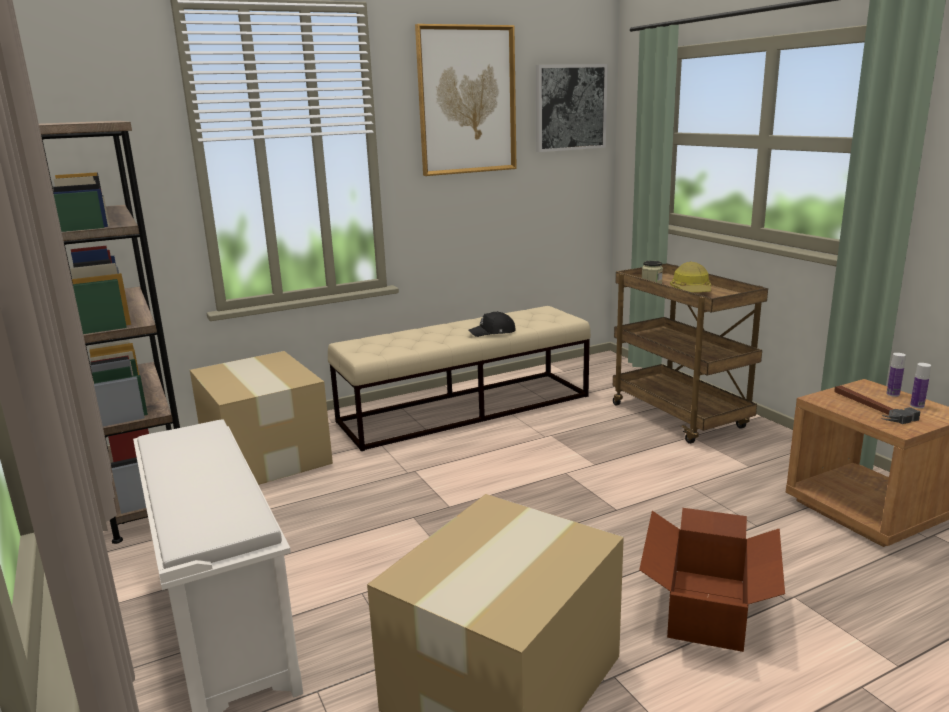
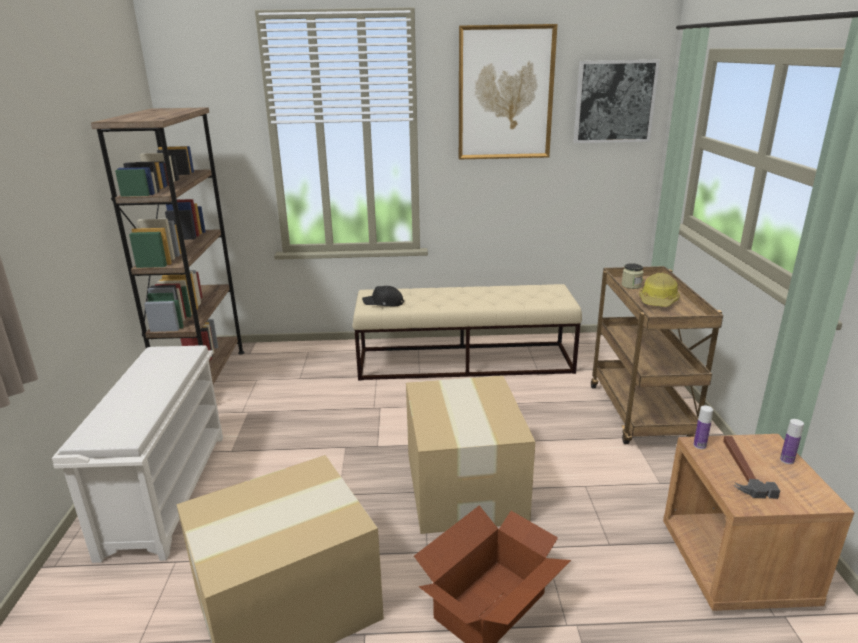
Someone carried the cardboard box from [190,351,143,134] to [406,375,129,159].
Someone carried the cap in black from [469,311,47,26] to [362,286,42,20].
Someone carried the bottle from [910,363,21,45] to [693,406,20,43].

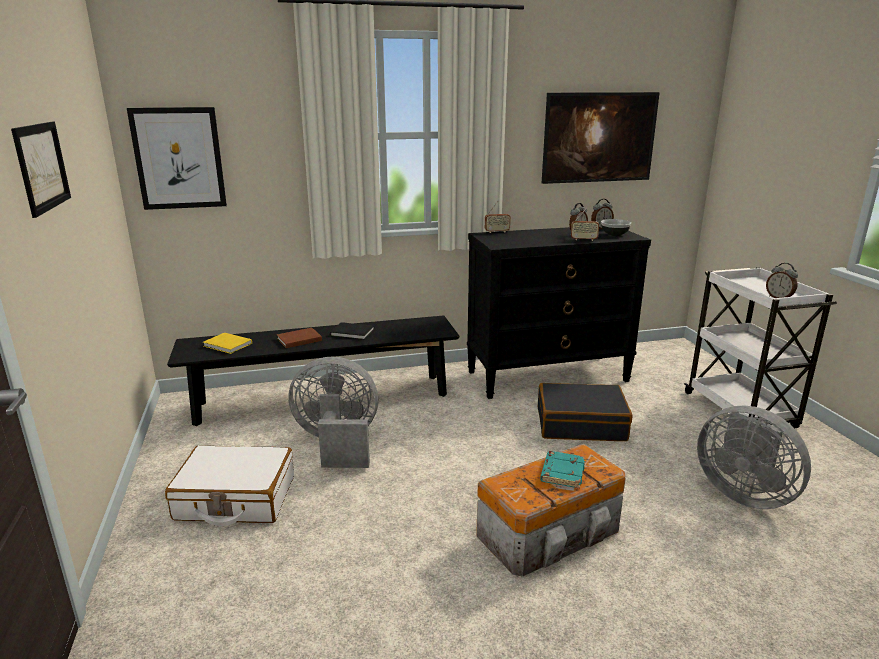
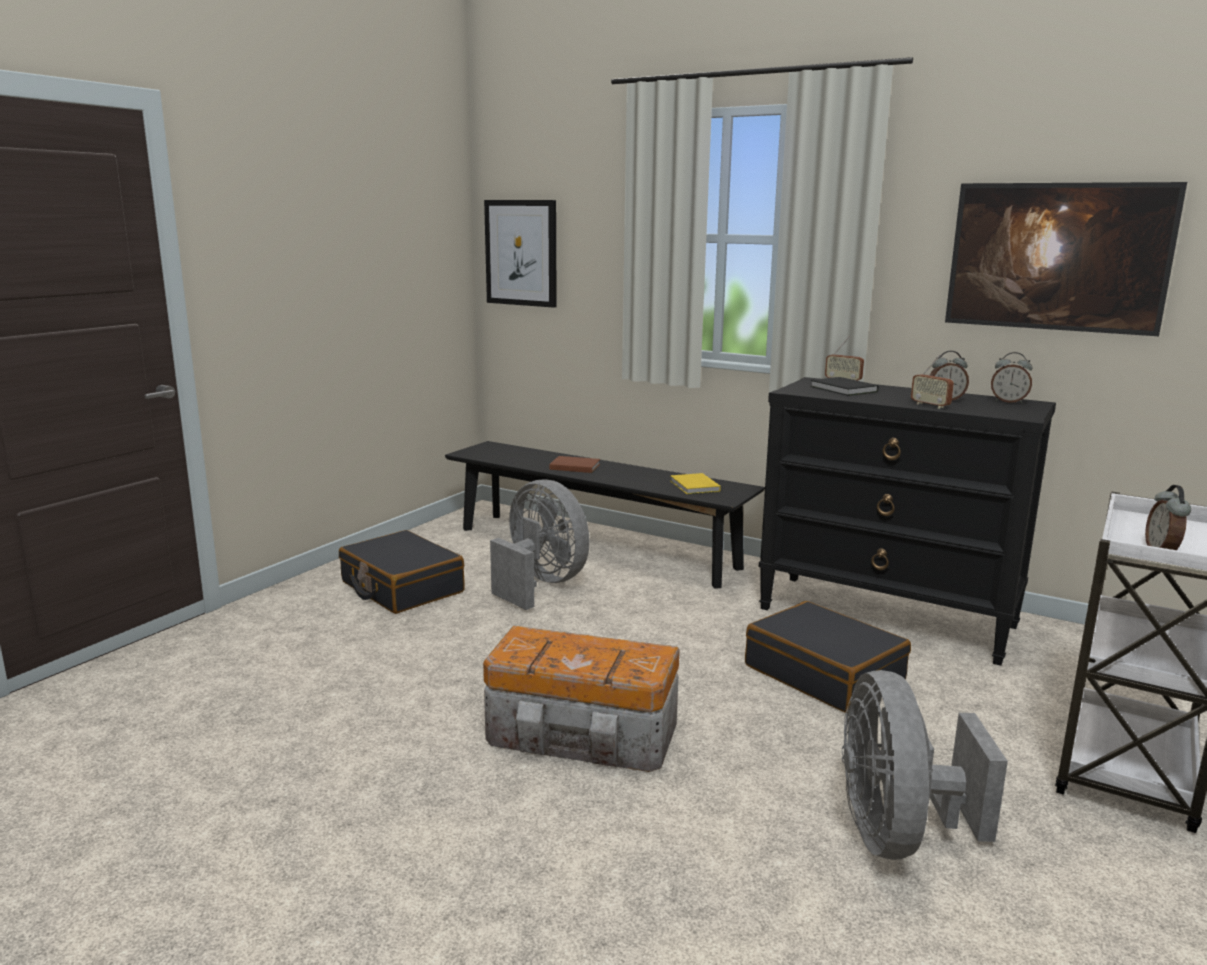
Someone took away the picture at [11,122,60,96].
Someone repainted the suitcase in white at [165,445,129,81], which became the suitcase in black at [339,530,126,84].
Someone carried the book in yellow from [203,333,49,21] to [670,473,51,21].
Someone carried the book in black from [331,322,43,18] to [810,377,69,19].
Someone took away the book in turquoise at [540,451,45,38].
Someone took away the bowl at [601,219,30,17].

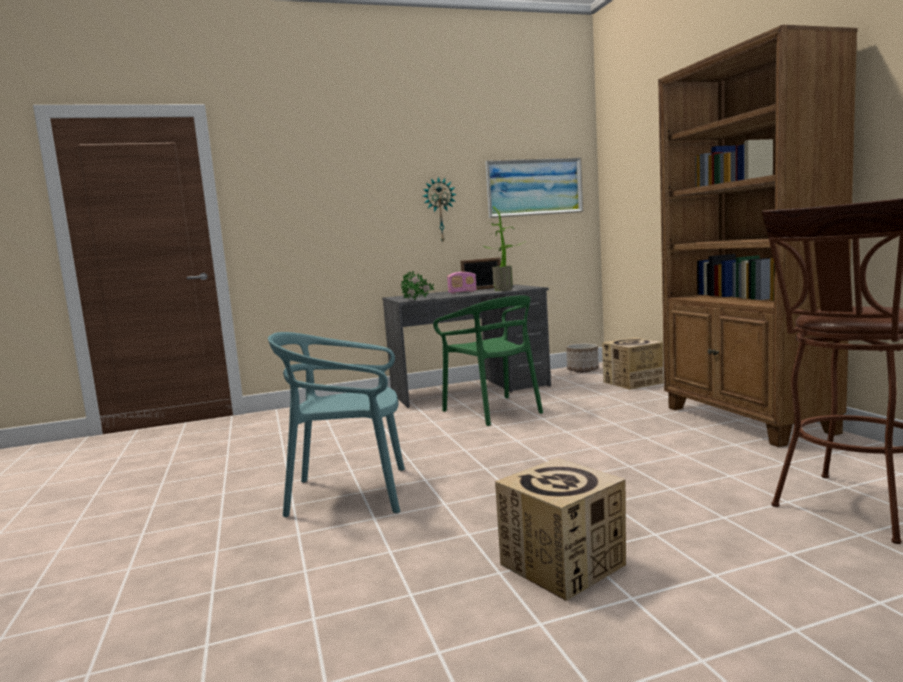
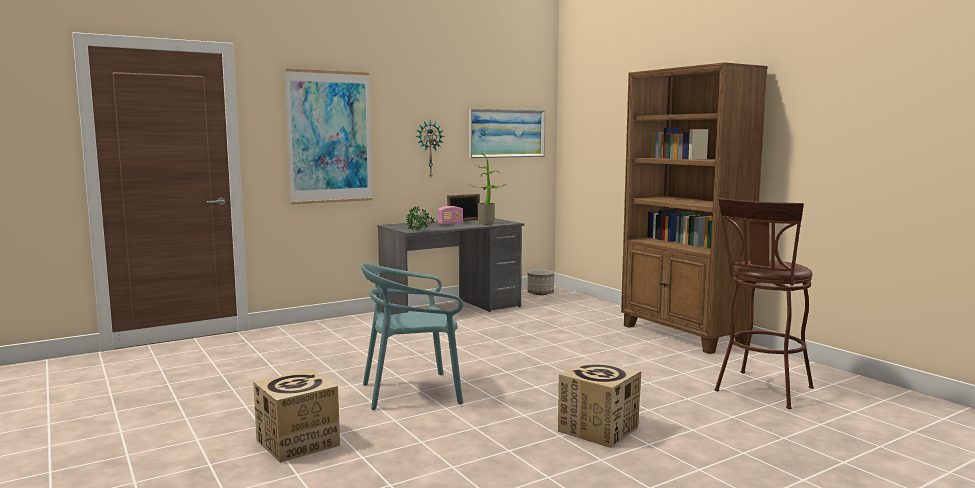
Someone took away the chair in green at [433,295,110,131].
Someone carried the cardboard box from [602,338,62,52] to [253,369,87,94].
Someone put up the picture at [284,68,88,137].

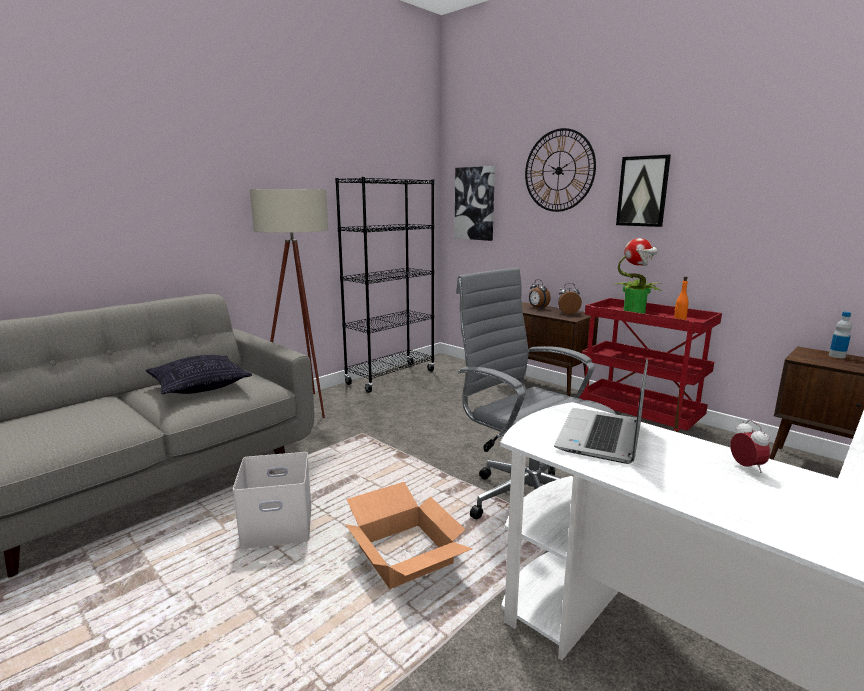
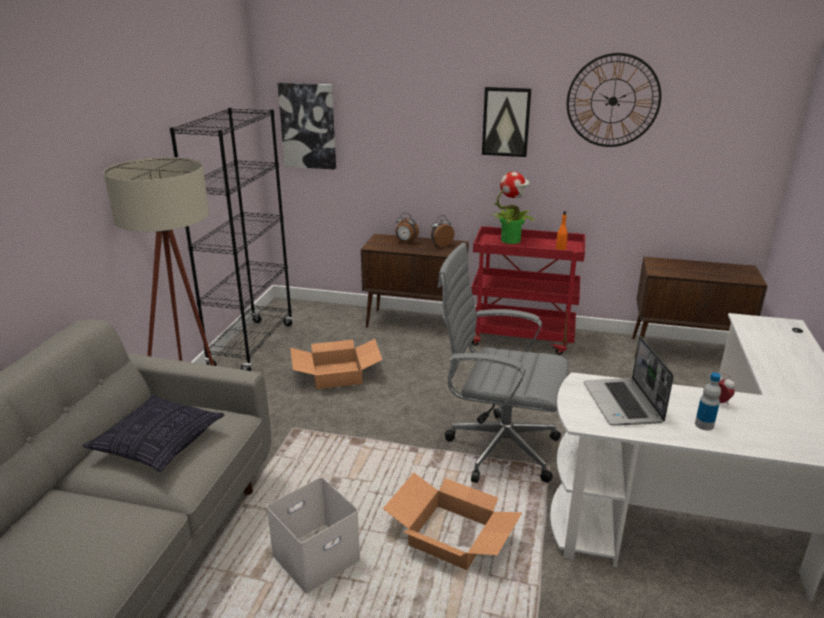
Someone carried the wall clock from [525,128,71,84] to [567,53,94,94].
Someone carried the bottle from [829,312,23,46] to [695,372,26,58].
Someone put down the cardboard box at [290,339,92,50].

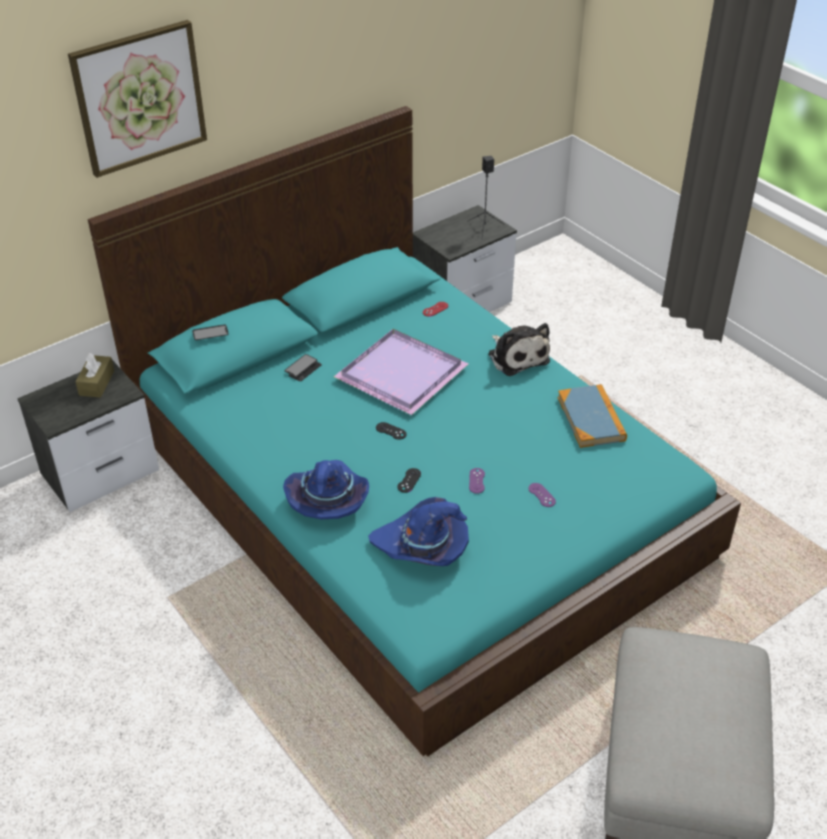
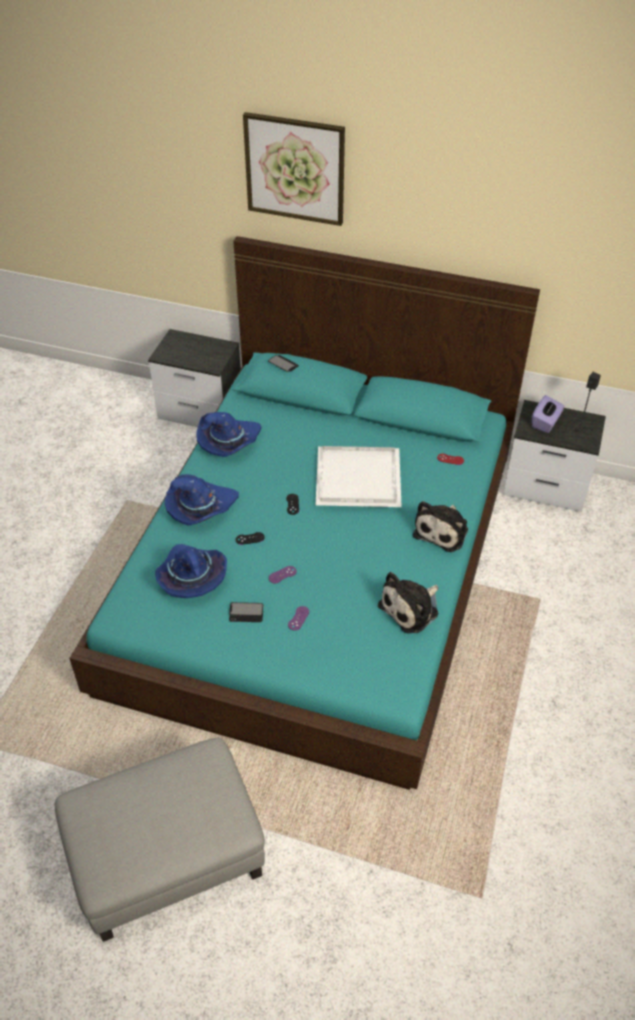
Someone took away the tissue box in brown at [75,353,39,45].
Someone carried the phone from [284,354,38,27] to [229,602,34,20].
Someone repainted the tray in purple at [334,329,134,86], which became the tray in white at [316,446,86,61].
Someone swapped the book at [558,384,69,64] for the plush toy at [378,572,60,61].
Someone put down the hat in blue at [196,412,65,45].
Someone put down the tissue box in purple at [532,395,32,38].

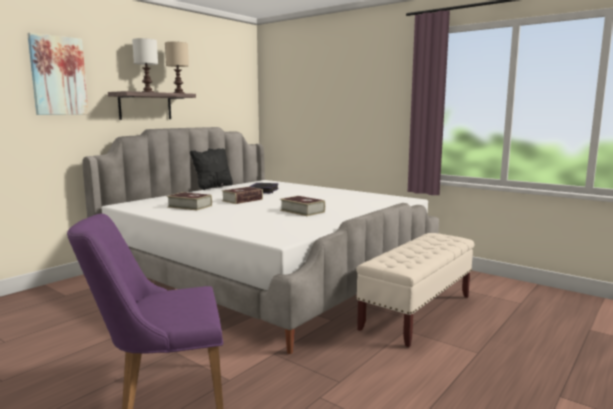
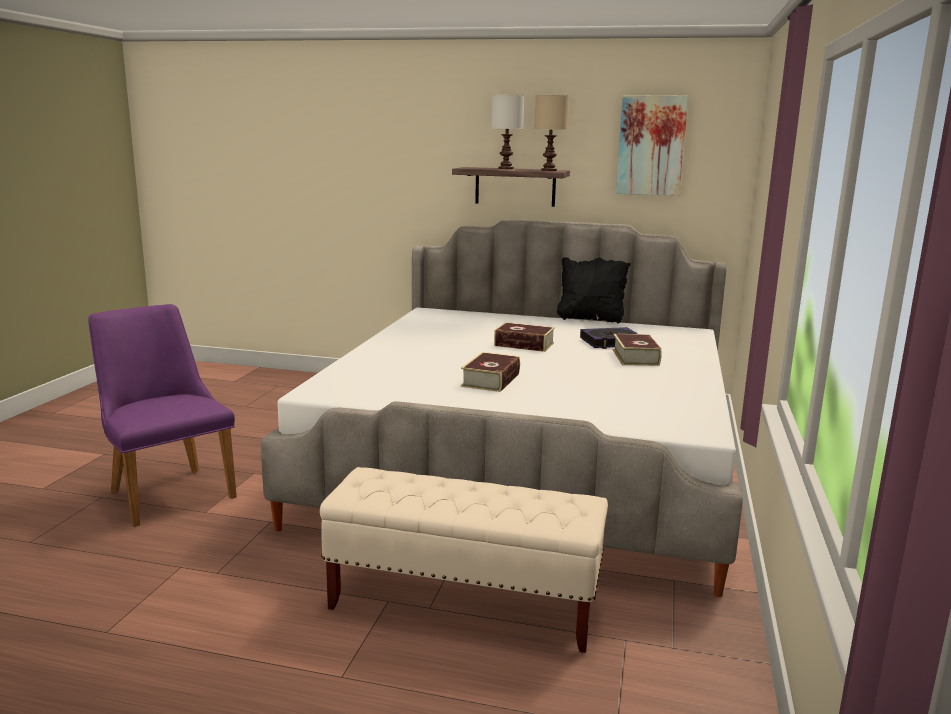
Someone carried the picture from [27,33,62,82] to [616,95,72,101].
Someone carried the book from [167,192,45,18] to [612,334,50,32].

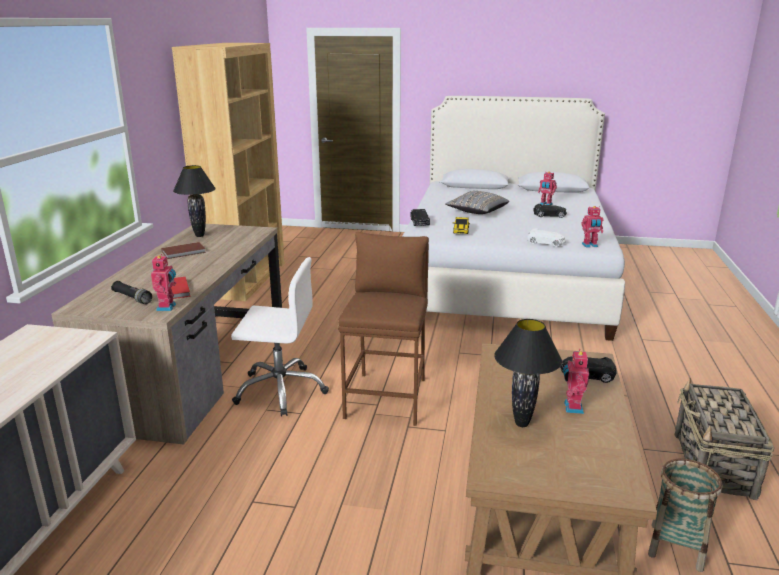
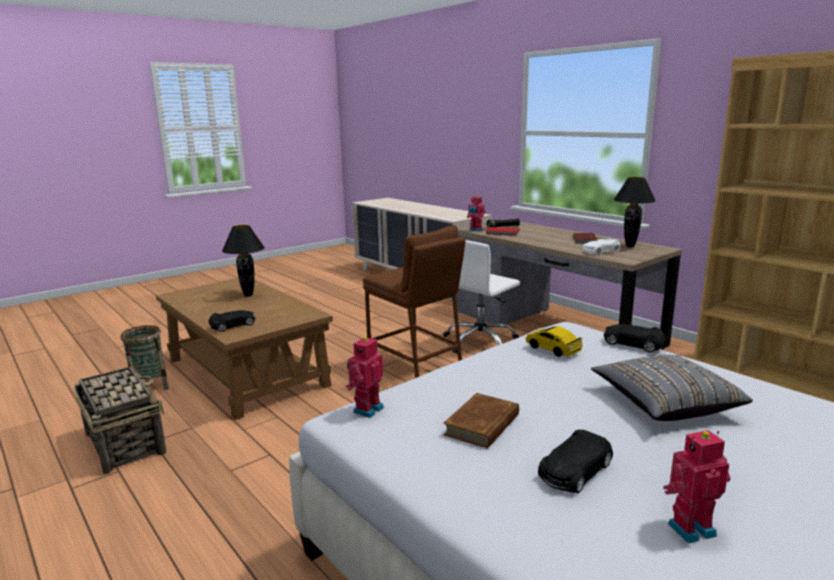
Someone carried the toy car in white from [527,228,39,19] to [583,237,38,18].
Someone took away the toy robot at [563,349,26,65].
Someone put down the book in brown at [443,393,76,56].

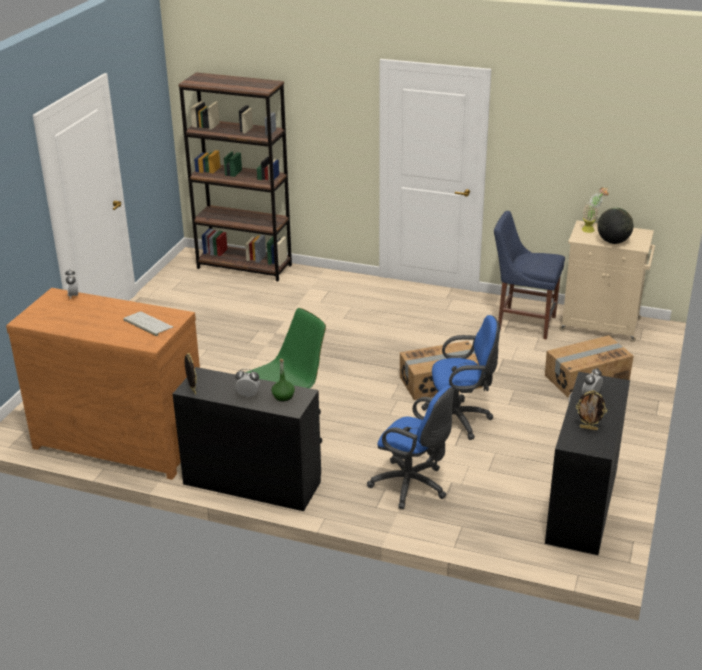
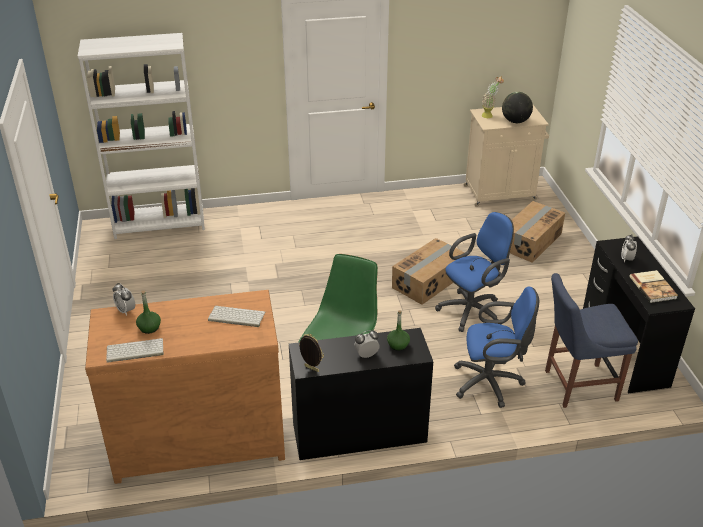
Someone repainted the bookcase in brown at [178,72,114,209], which became the bookcase in white at [78,33,127,206].
Someone carried the chair in blue from [494,211,71,129] to [545,273,93,135].
Someone swapped the picture frame at [576,390,31,40] for the book at [629,270,49,33].
Someone put down the keyboard at [106,338,58,24].
Someone put down the bottle in green at [136,290,25,44].

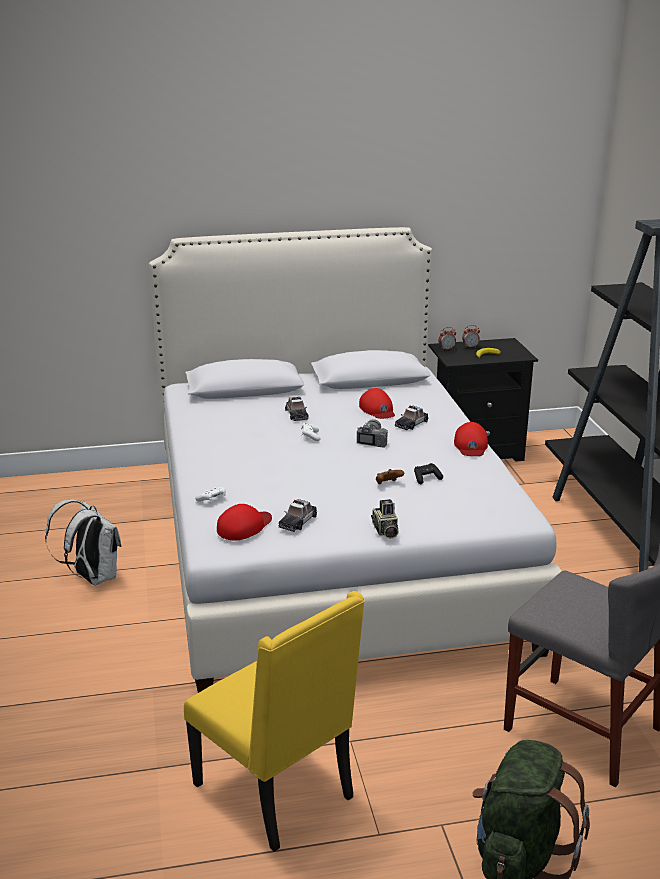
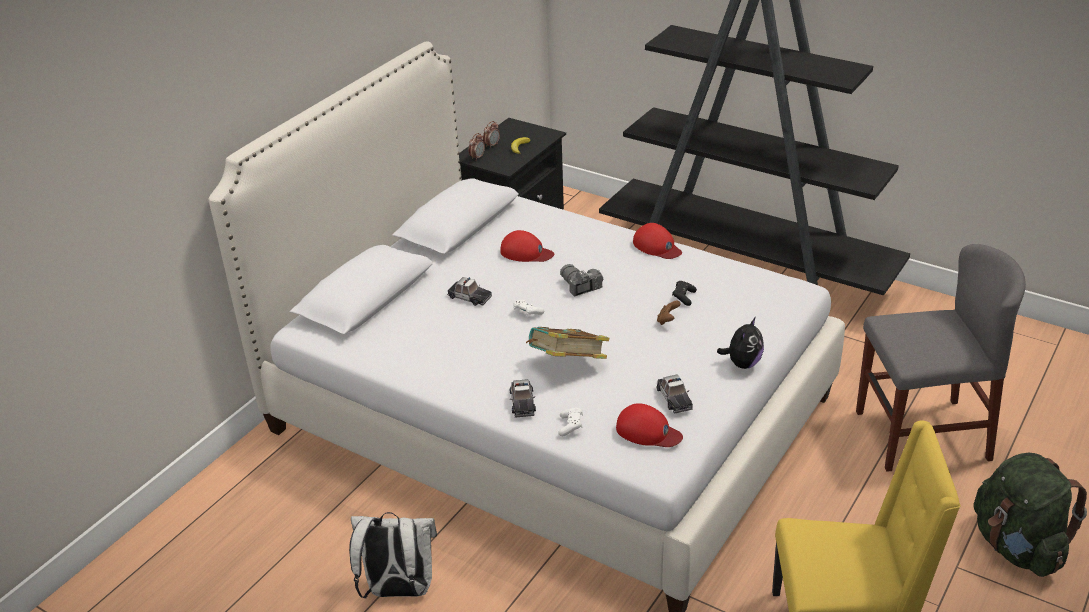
Someone rotated the cap in red at [217,504,55,37] by 120 degrees clockwise.
Someone swapped the photo camera at [371,499,28,40] for the plush toy at [717,317,47,52].
Someone carried the toy car from [395,406,34,24] to [509,379,27,39].
Someone put down the book at [526,327,83,32].

